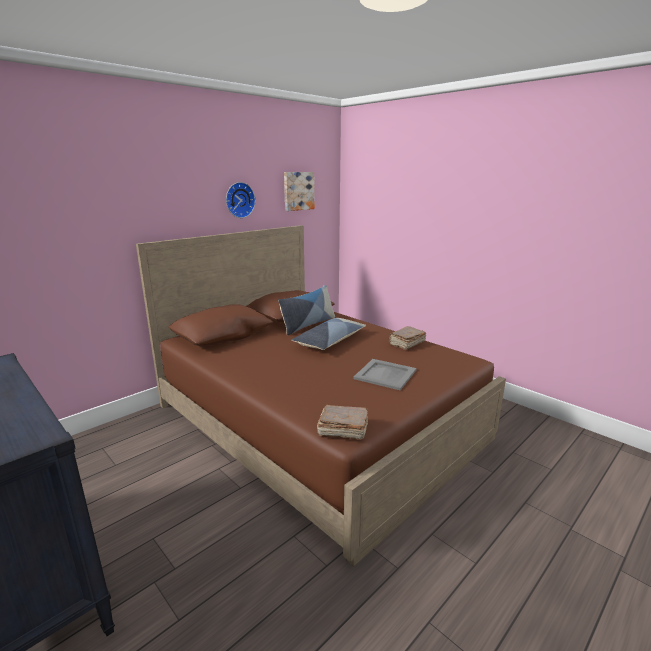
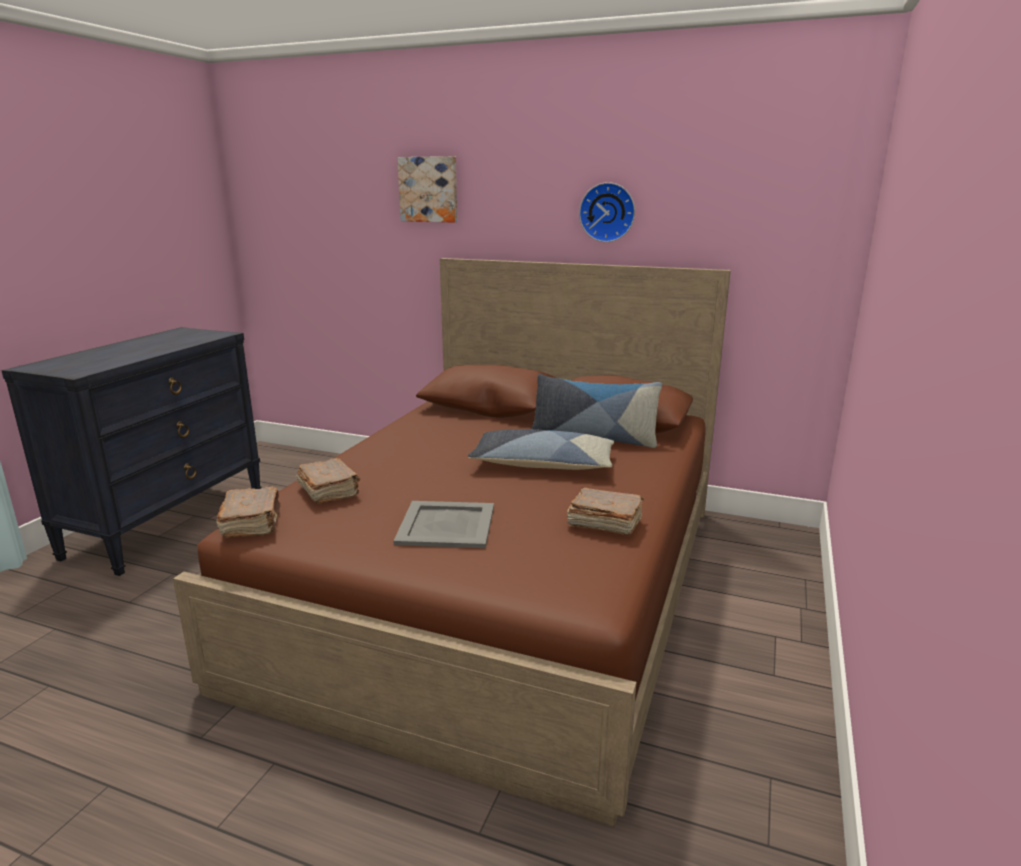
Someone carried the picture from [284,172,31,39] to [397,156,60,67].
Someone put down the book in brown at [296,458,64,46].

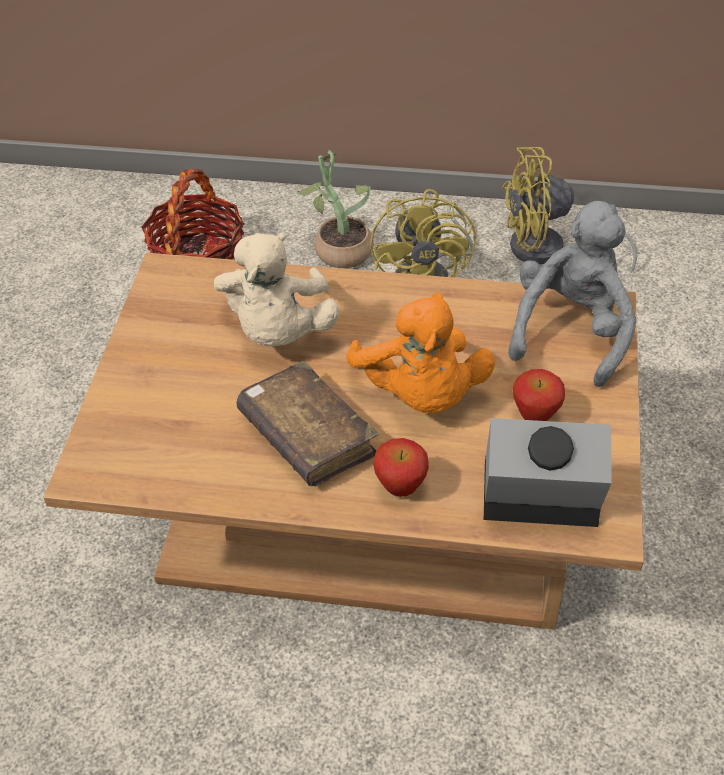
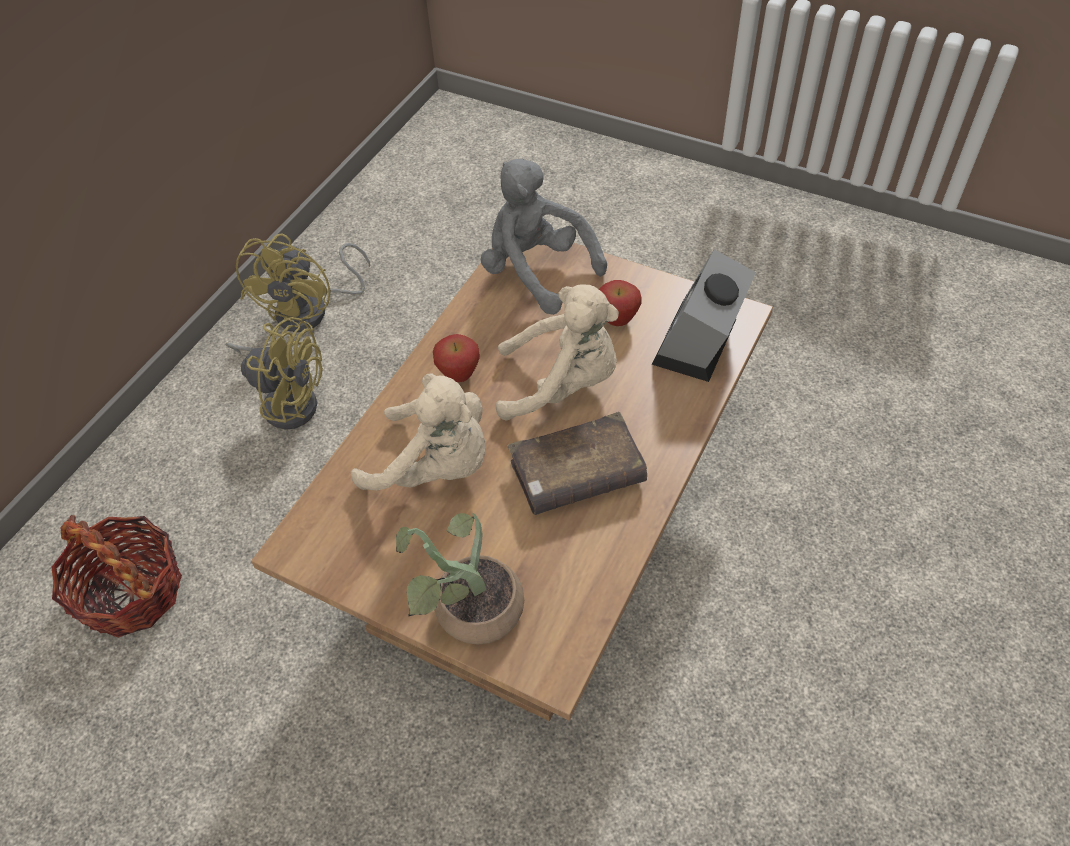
Someone carried the potted plant from [298,150,76,118] to [396,513,128,132].
Someone repainted the plush toy in orange at [346,292,149,121], which became the plush toy in beige at [496,284,123,137].
Someone carried the apple from [374,438,55,59] to [433,334,47,48].

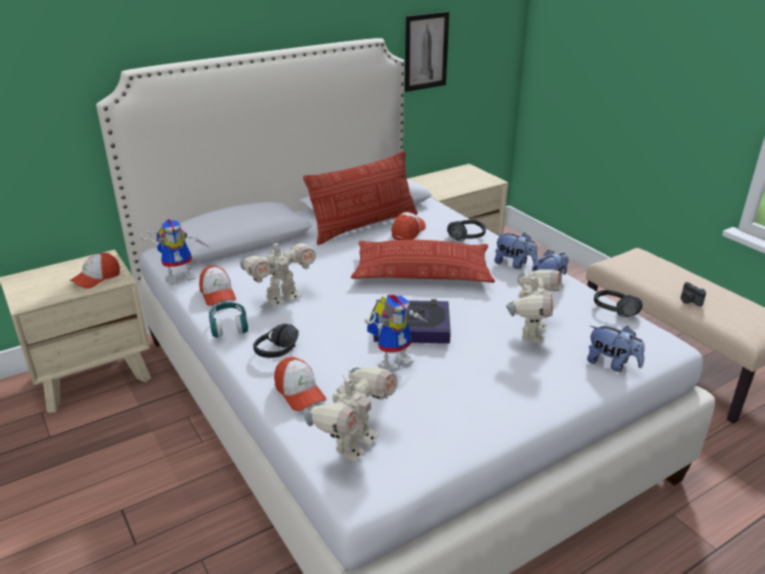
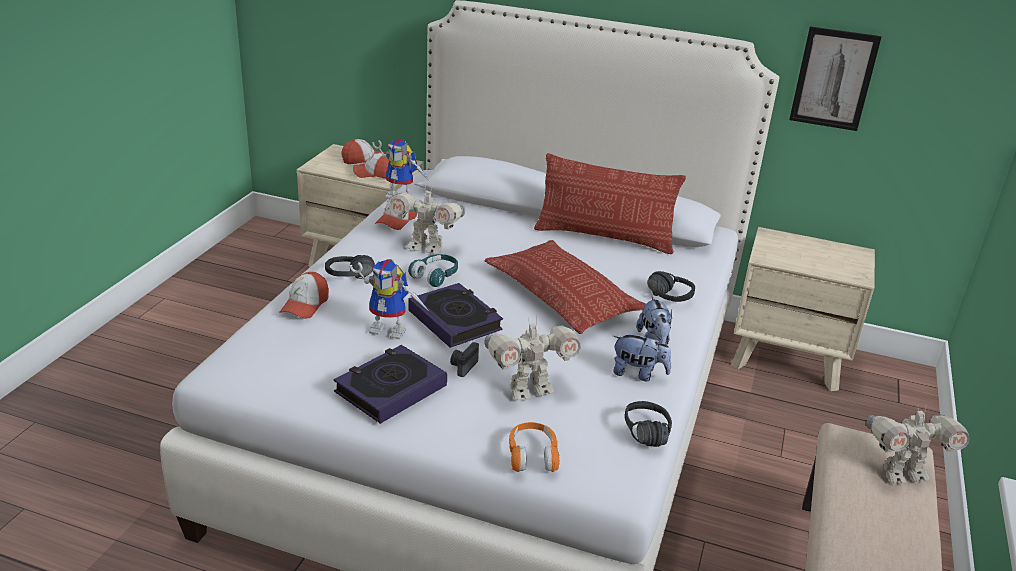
Someone carried the headphones in turquoise from [209,303,39,35] to [408,254,50,33].
Someone carried the toy robot from [304,367,94,95] to [867,404,103,80].
Someone carried the cap from [391,212,35,28] to [341,139,44,25].
Someone swapped the plush toy at [587,326,58,46] for the headphones in orange at [509,422,51,50].
Someone carried the photo camera from [681,282,25,24] to [450,342,29,35].
Someone put down the book at [334,345,113,79].

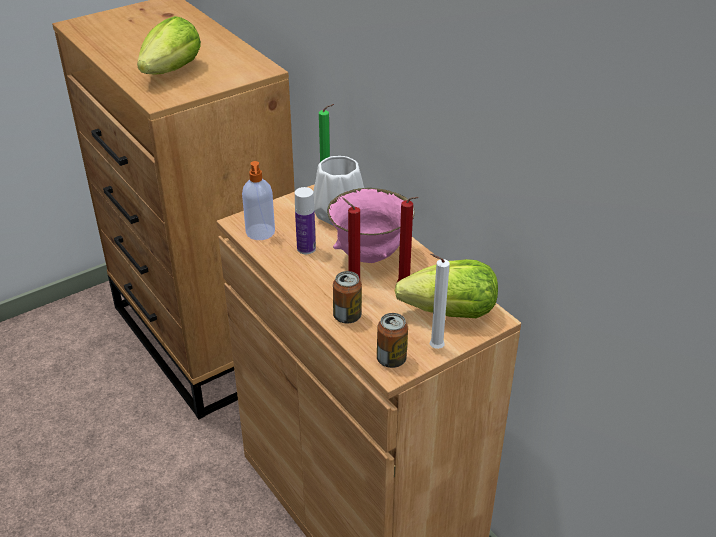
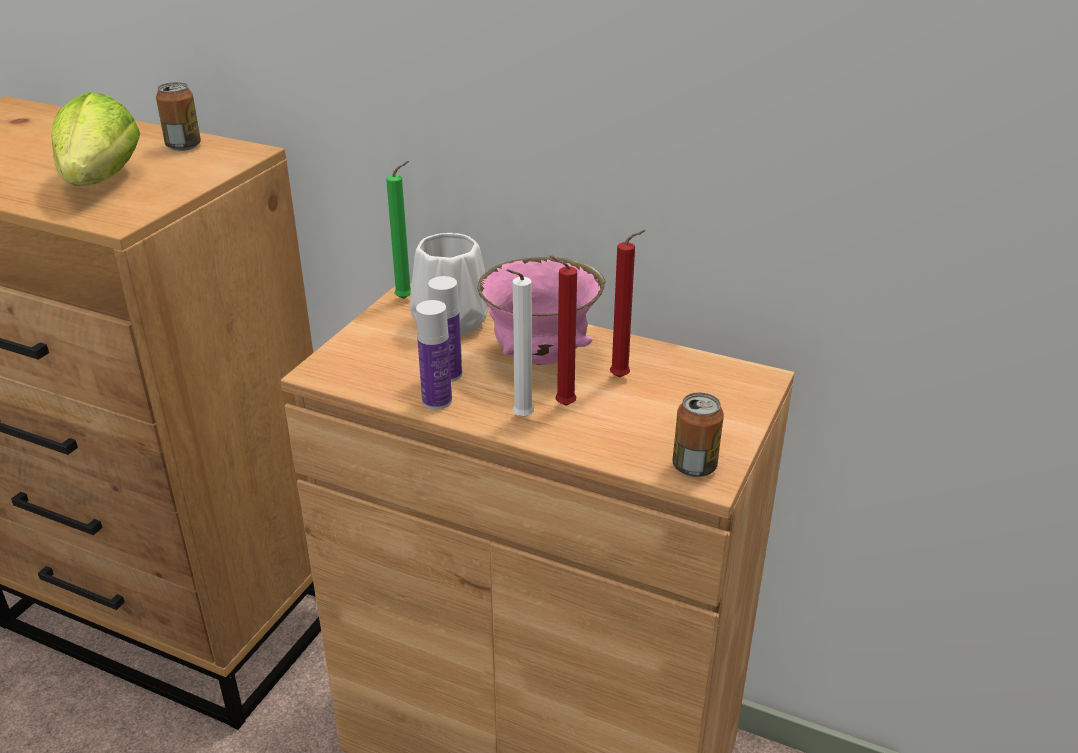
Someone took away the soap dispenser at [242,161,33,79].
Someone carried the can from [333,271,29,53] to [156,82,45,69].
Someone took away the lettuce at [395,259,103,59].
Someone carried the candle in white from [430,254,20,95] to [506,269,28,148].
Someone put down the bottle at [416,300,36,110].

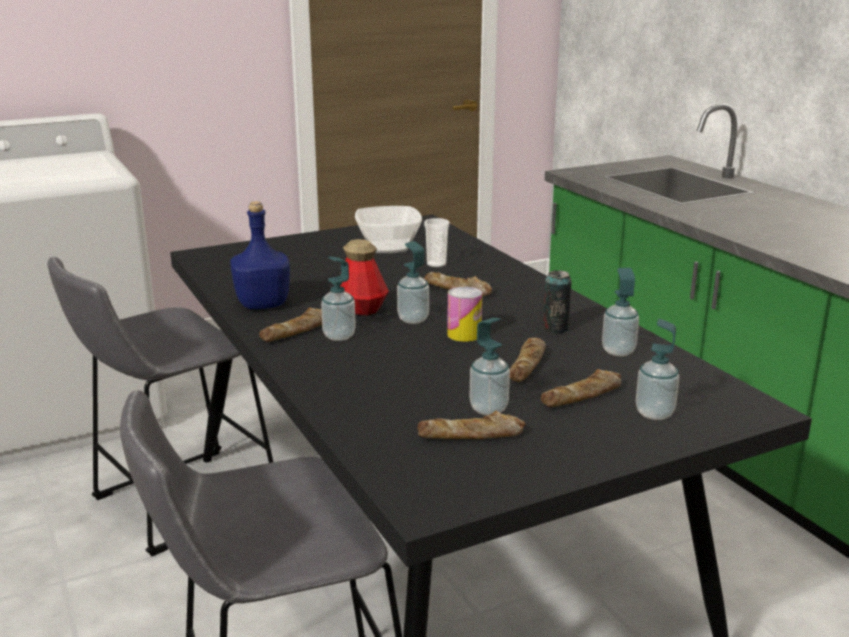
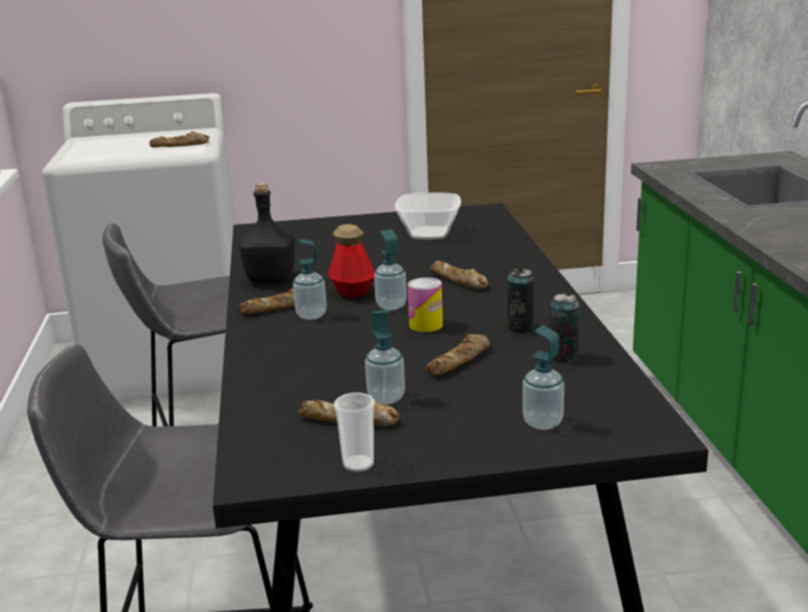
Someone repainted the bottle in blue at [230,201,60,108], which became the bottle in black at [239,183,56,101].
Someone carried the cup from [424,218,25,49] to [334,392,41,80].
Someone carried the bread from [541,369,80,38] to [149,131,61,17].
Someone swapped the soap dispenser at [602,268,37,88] for the can at [550,293,29,69].

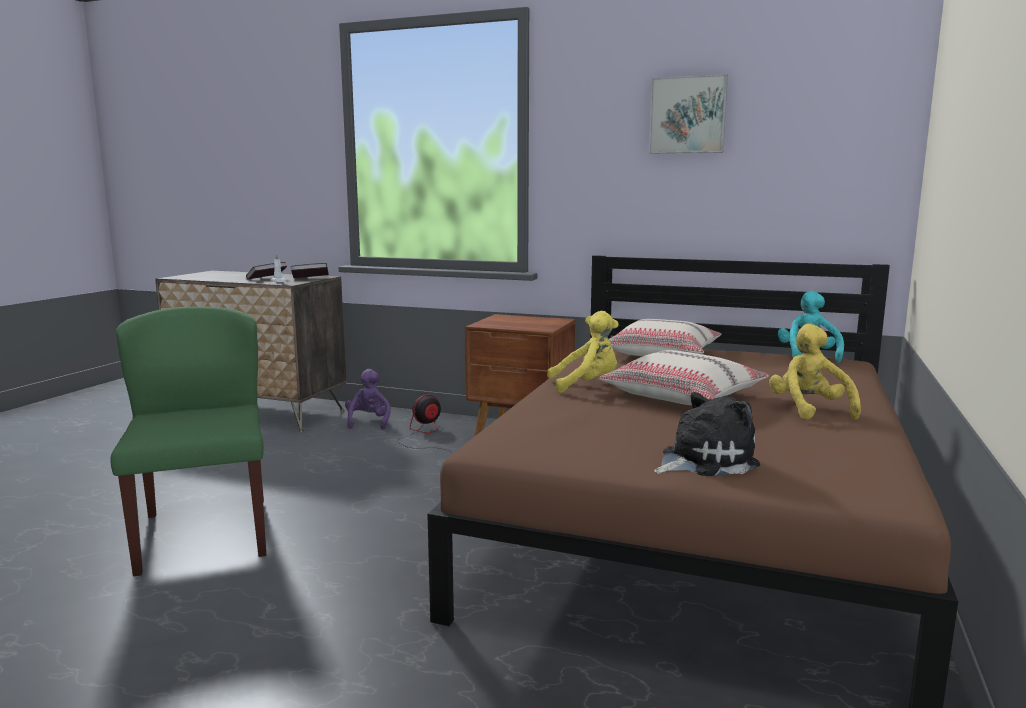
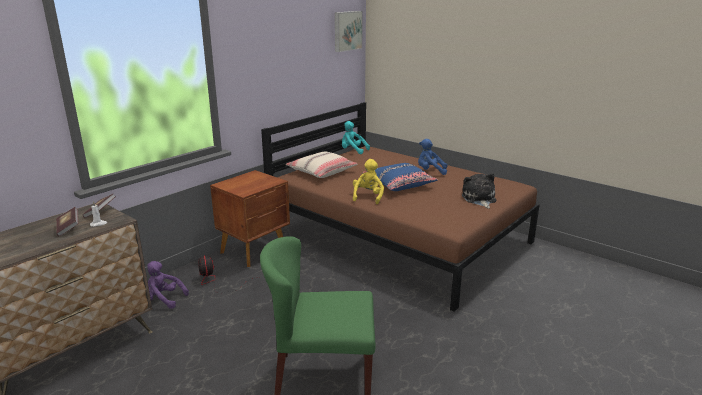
Someone repainted the pillow in beige at [599,350,170,55], which became the pillow in blue at [362,163,76,28].
Someone carried the picture from [649,74,79,80] to [335,11,28,41].
Someone repainted the plush toy in yellow at [769,324,92,96], which became the plush toy in blue at [418,139,29,36].

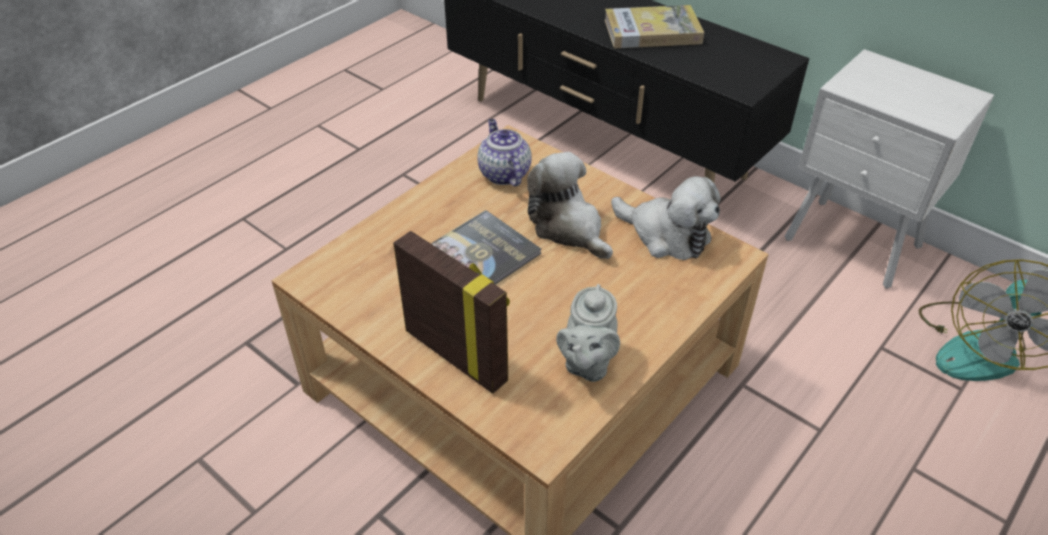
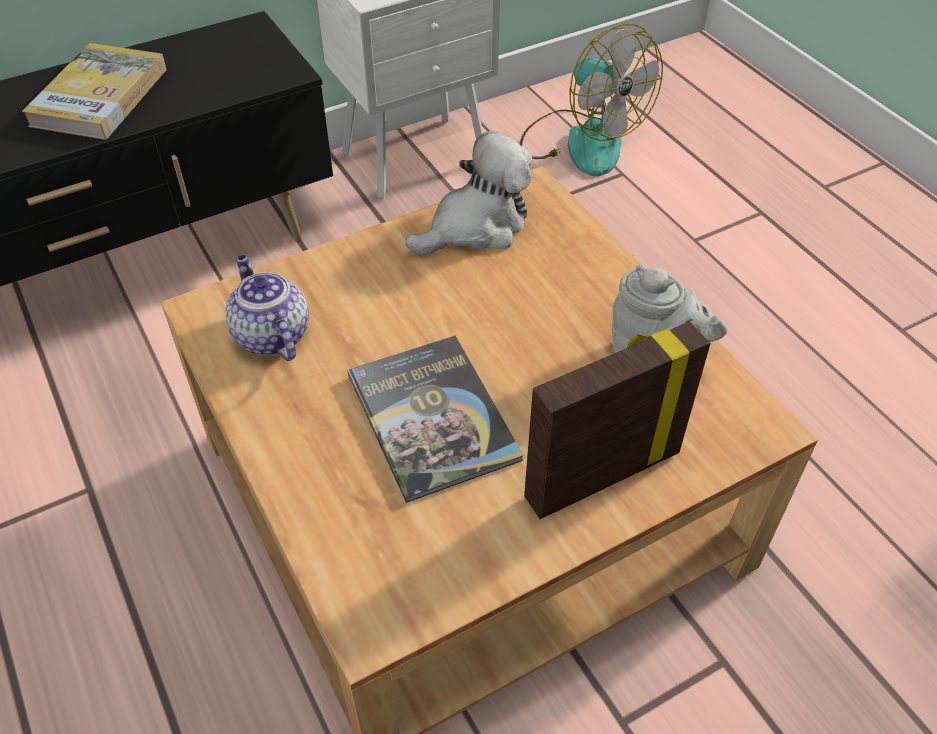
Someone rotated the teapot at [477,119,55,67] by 60 degrees clockwise.
Someone took away the plush toy at [527,152,86,107].

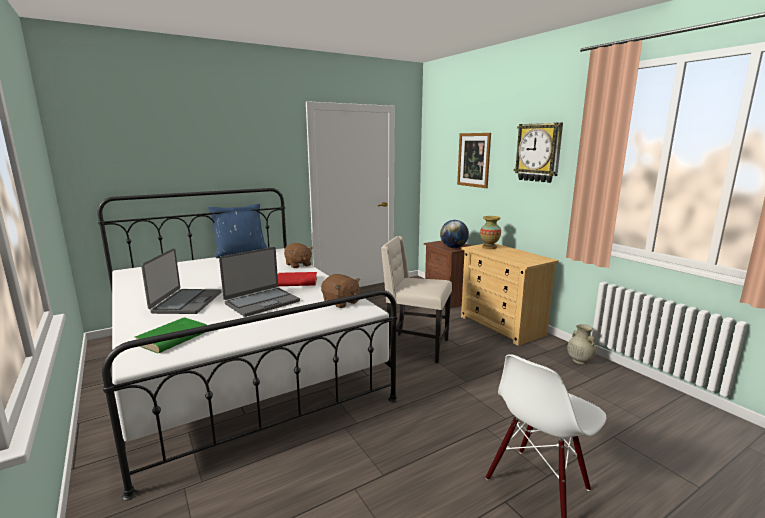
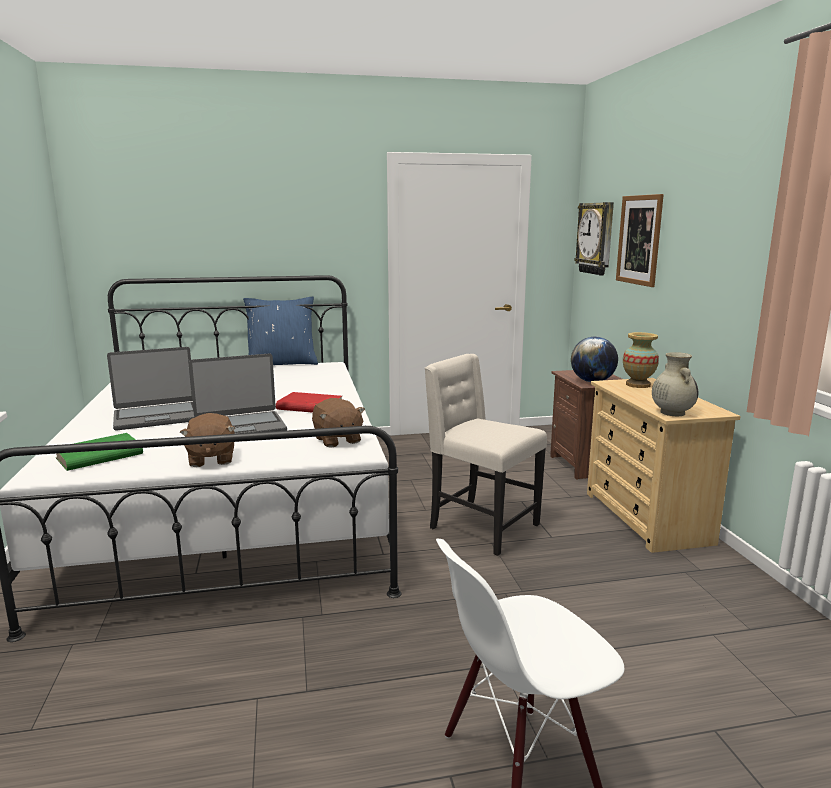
Someone rotated the laptop at [141,248,81,66] by 45 degrees clockwise.
Someone carried the plush toy in brown from [284,243,29,25] to [180,413,55,54].
Someone carried the wall clock from [514,123,49,60] to [574,202,40,74].
Someone carried the vase in beige from [567,324,30,41] to [652,352,46,64].

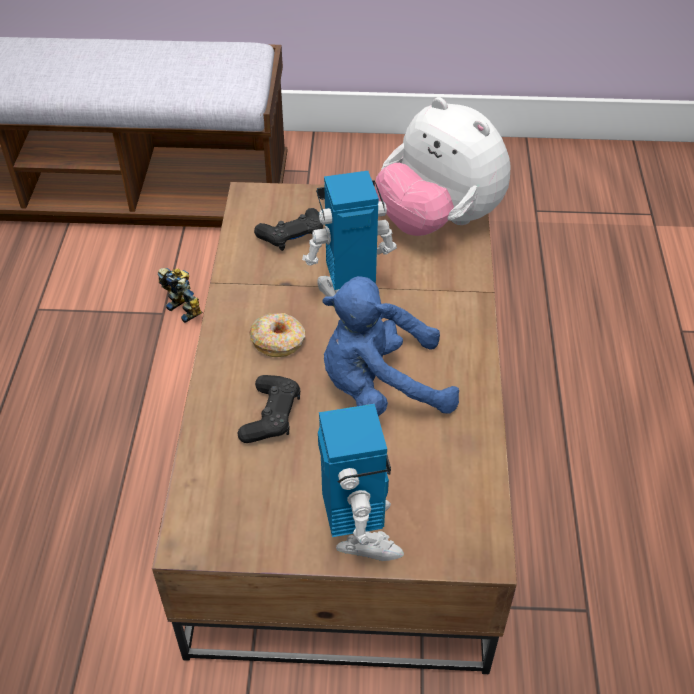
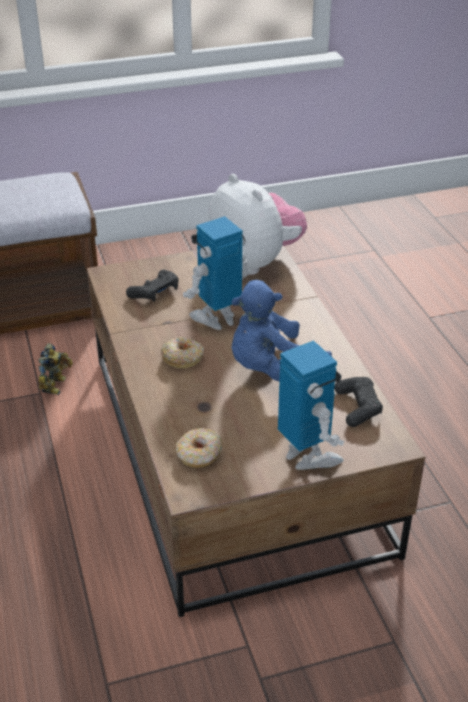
Someone rotated the toy robot at [158,268,45,55] by 75 degrees clockwise.
Someone carried the game controller in black from [238,375,62,68] to [334,377,49,50].
Someone rotated the plush toy at [376,97,135,139] by 150 degrees counterclockwise.
Someone put down the donut at [176,428,47,40].

